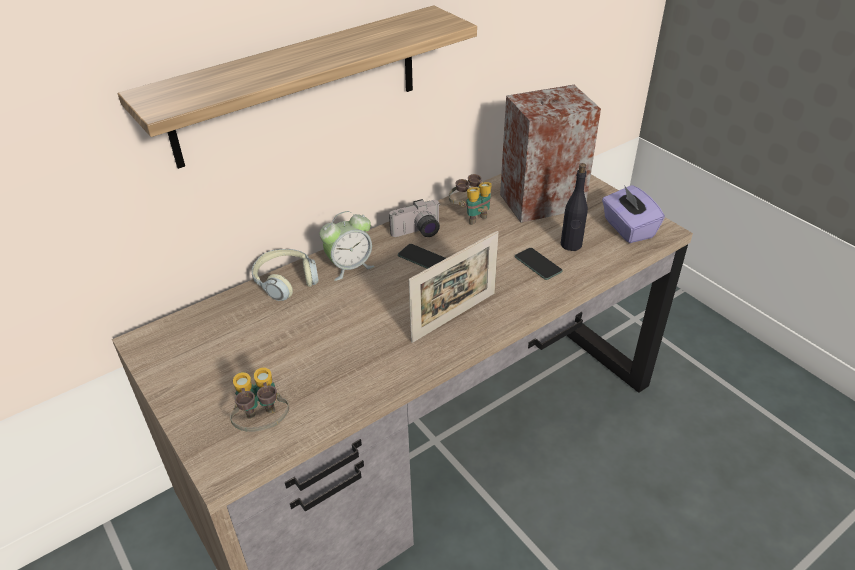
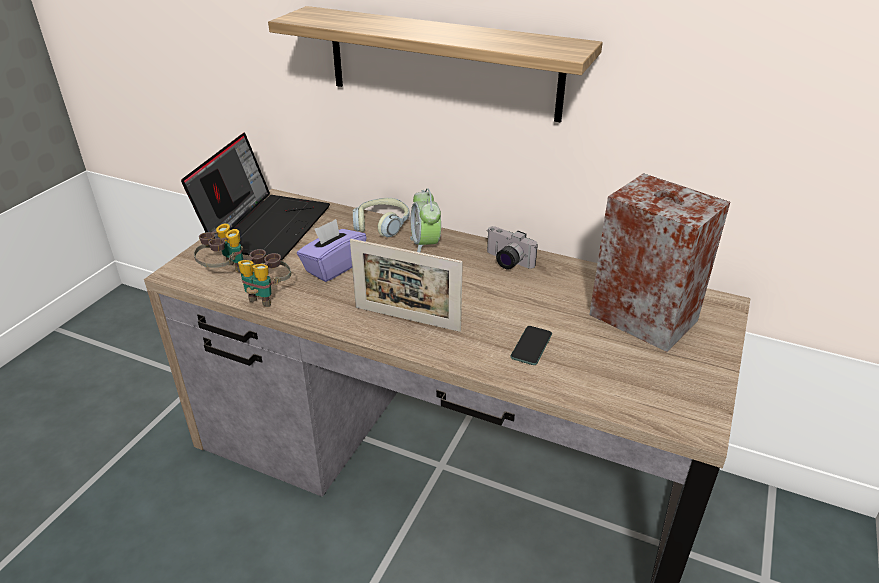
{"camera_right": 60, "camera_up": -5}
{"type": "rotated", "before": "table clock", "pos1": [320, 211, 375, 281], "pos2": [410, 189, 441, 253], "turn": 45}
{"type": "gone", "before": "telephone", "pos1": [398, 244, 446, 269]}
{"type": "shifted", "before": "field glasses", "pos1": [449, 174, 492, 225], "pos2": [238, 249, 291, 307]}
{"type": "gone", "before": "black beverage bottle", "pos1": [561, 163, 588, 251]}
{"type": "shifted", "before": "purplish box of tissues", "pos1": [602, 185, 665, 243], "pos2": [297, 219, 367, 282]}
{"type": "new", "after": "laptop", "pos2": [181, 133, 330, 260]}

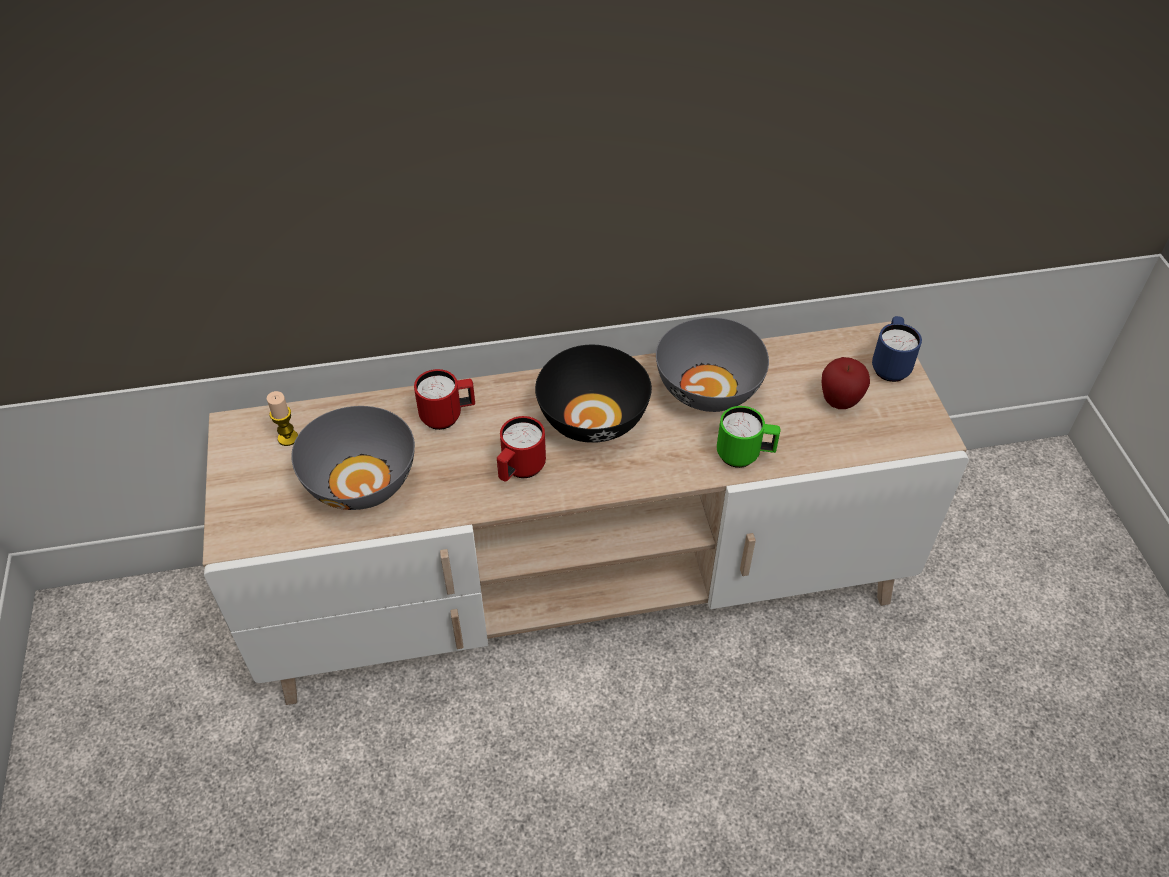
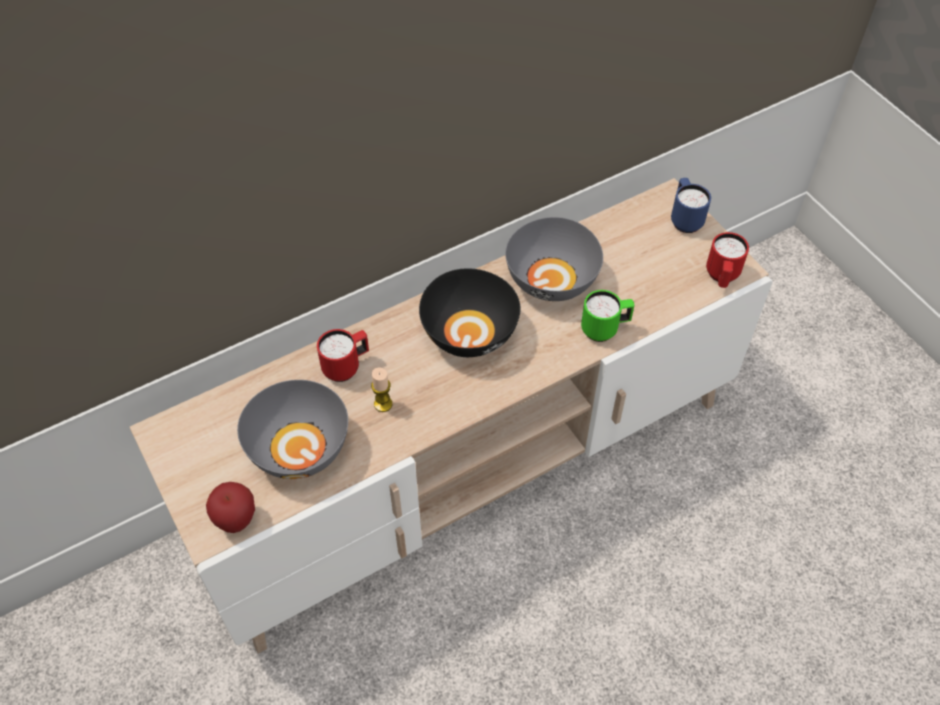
{"camera_right": -20, "camera_up": 5}
{"type": "shifted", "before": "wax light", "pos1": [267, 391, 298, 446], "pos2": [371, 368, 392, 412]}
{"type": "shifted", "before": "red tea mug", "pos1": [497, 416, 546, 481], "pos2": [706, 232, 749, 288]}
{"type": "shifted", "before": "whole apple", "pos1": [822, 357, 870, 409], "pos2": [206, 482, 255, 533]}

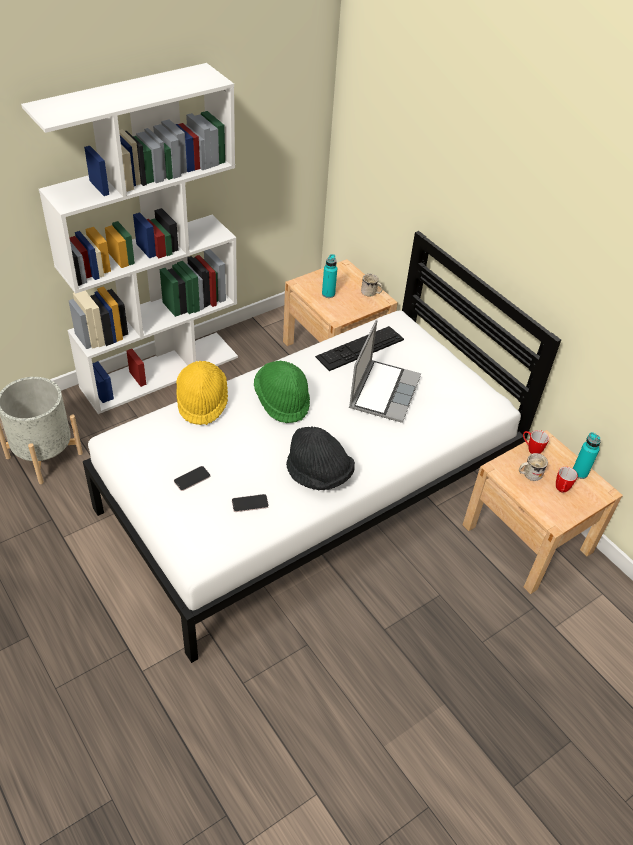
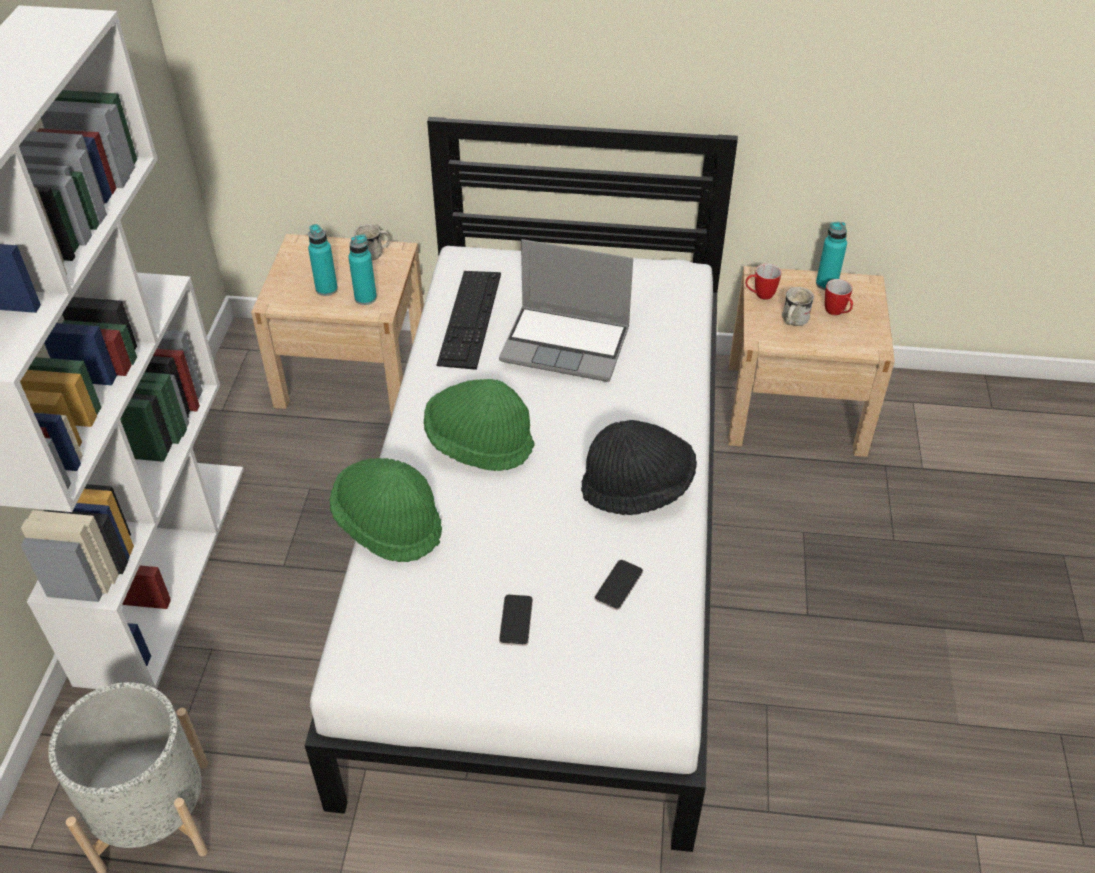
{"camera_right": -45, "camera_up": 0}
{"type": "repainted", "before": "yellow-coloured hat", "after": "greenish hat", "pos1": [176, 361, 228, 425], "pos2": [329, 458, 442, 562]}
{"type": "rotated", "before": "laptop", "pos1": [349, 320, 421, 423], "pos2": [499, 239, 633, 382], "turn": 135}
{"type": "new", "after": "turquoise beverage bottle", "pos2": [348, 235, 377, 305]}

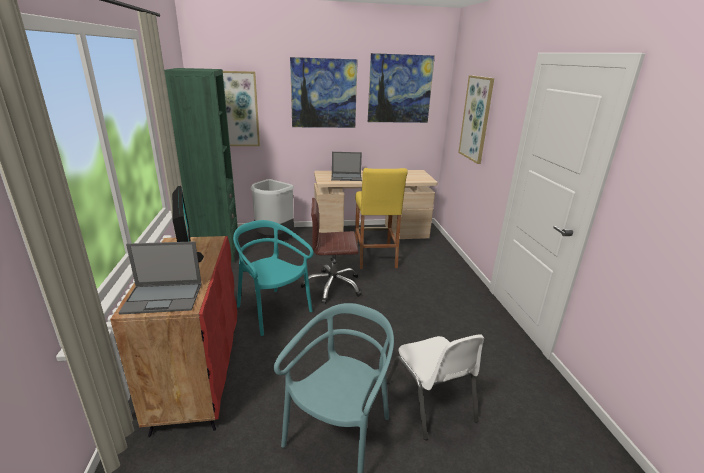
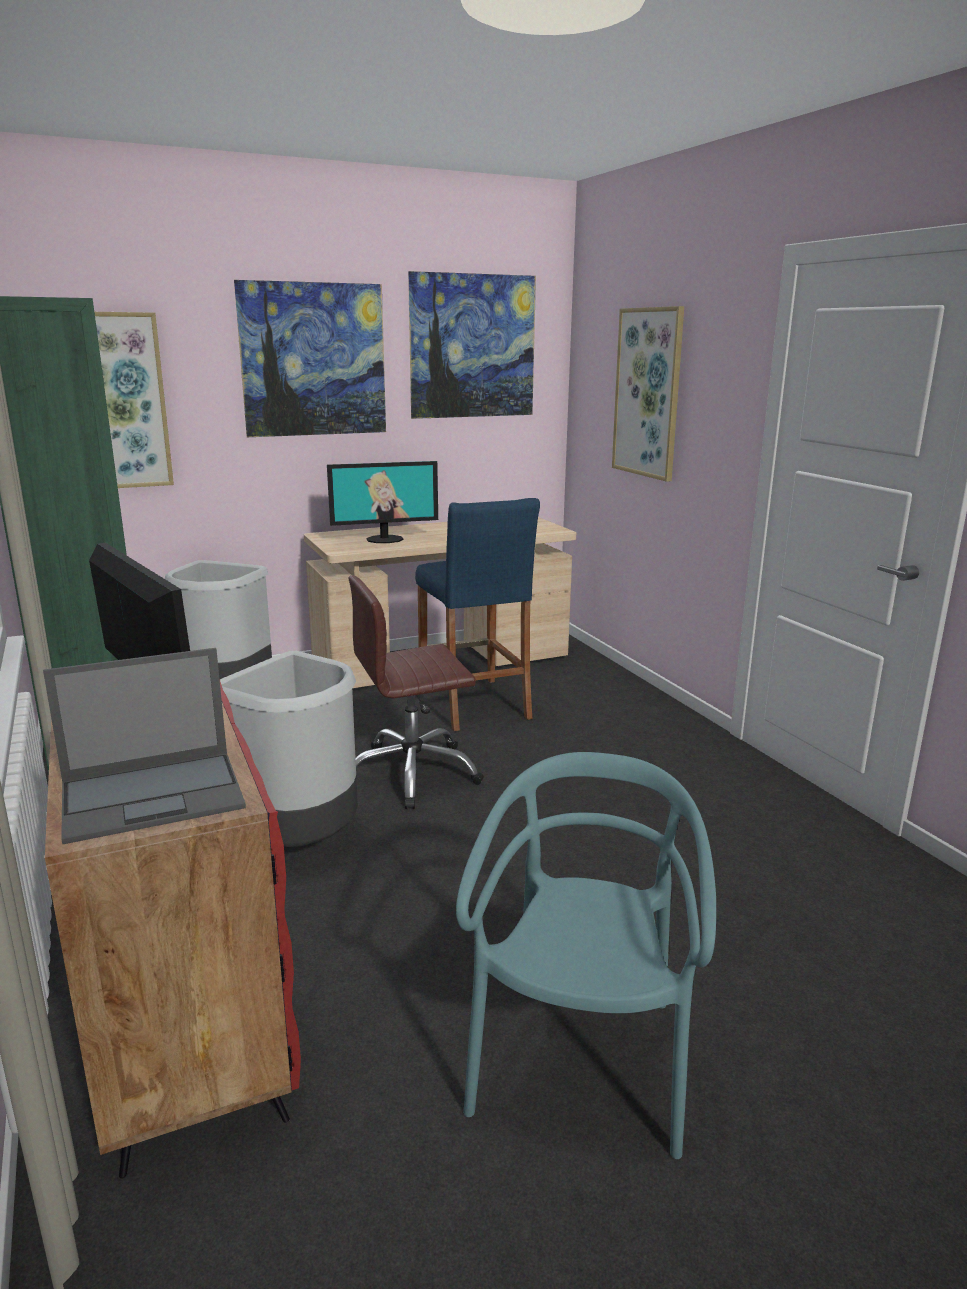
{"camera_right": -15, "camera_up": -5}
{"type": "swapped", "before": "turquoise upright chair", "after": "gray rubbish bin", "pos1": [233, 220, 314, 336], "pos2": [220, 651, 358, 847]}
{"type": "swapped", "before": "laptop", "after": "computer screen", "pos1": [331, 152, 362, 181], "pos2": [327, 461, 438, 543]}
{"type": "repainted", "before": "yellow-coloured stool seat", "after": "blue-coloured stool seat", "pos1": [355, 168, 408, 269], "pos2": [415, 498, 540, 731]}
{"type": "gone", "before": "white-coloured upright chair", "pos1": [386, 334, 484, 440]}

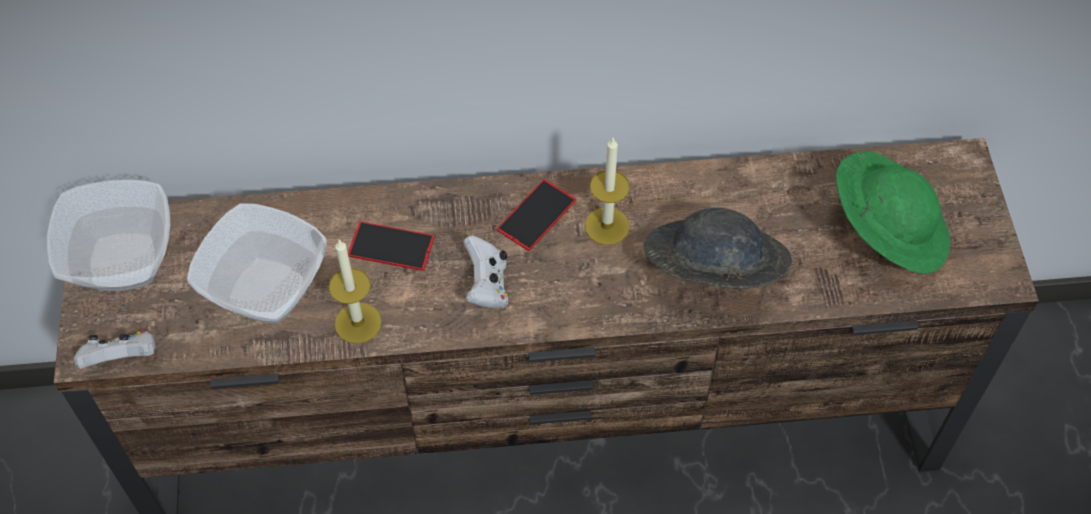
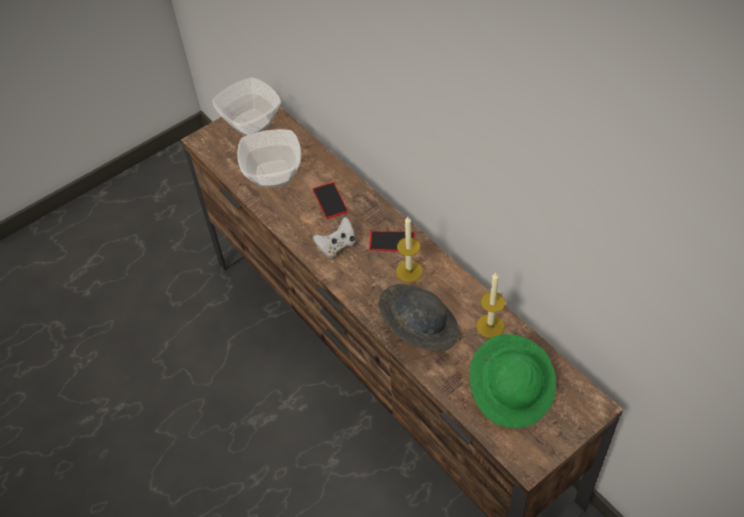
{"camera_right": 60, "camera_up": -5}
{"type": "gone", "before": "white-coloured game controller", "pos1": [74, 330, 155, 369]}
{"type": "shifted", "before": "wax light", "pos1": [329, 239, 382, 344], "pos2": [476, 273, 505, 338]}

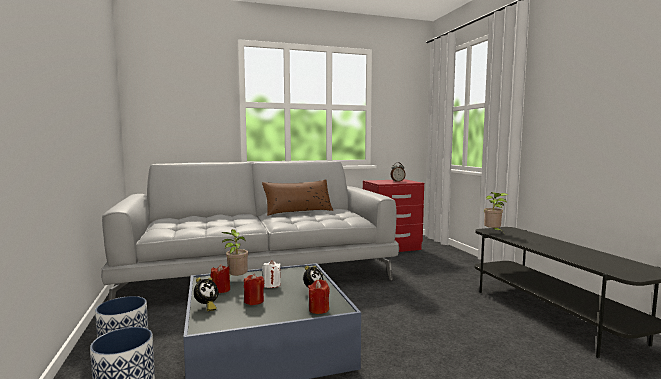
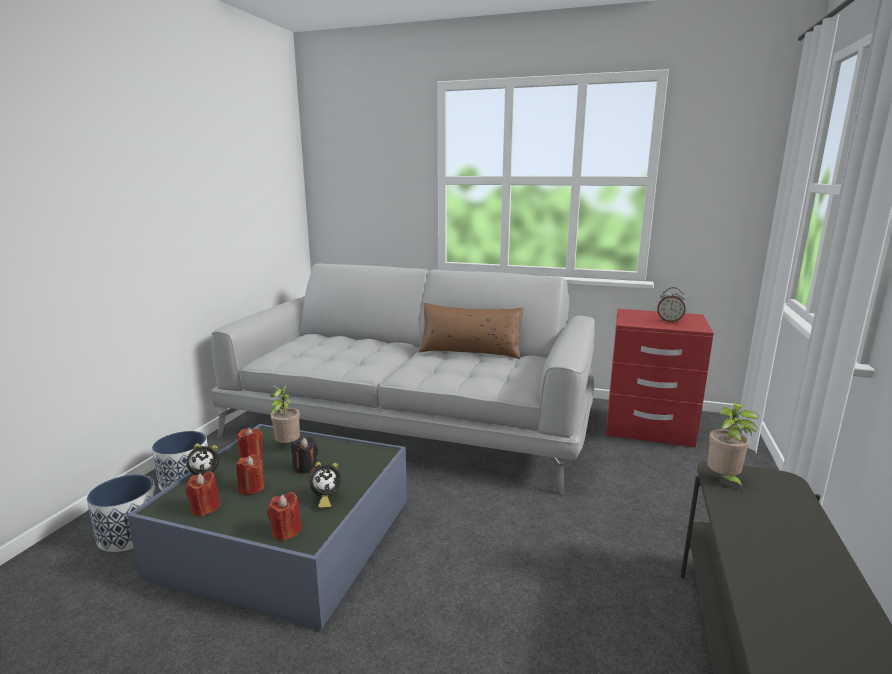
{"camera_right": 35, "camera_up": 10}
{"type": "repainted", "before": "white-coloured wax light", "after": "black wax light", "pos1": [262, 260, 281, 288], "pos2": [291, 437, 318, 474]}
{"type": "new", "after": "red wax light", "pos2": [186, 471, 220, 516]}

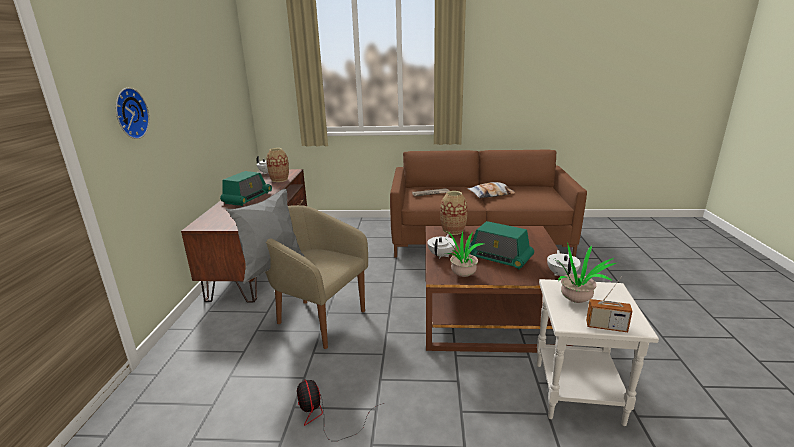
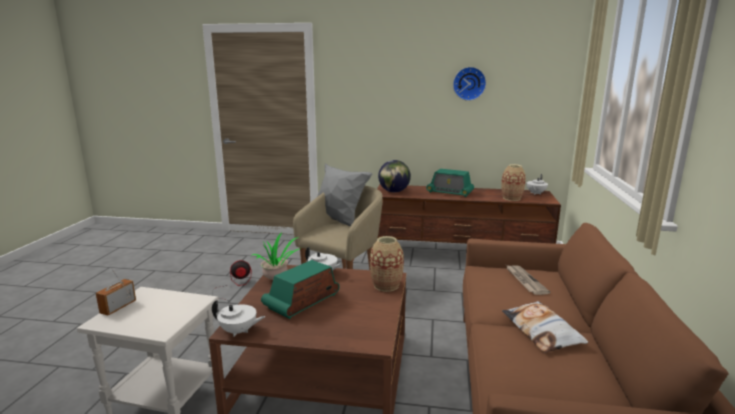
{"camera_right": 95, "camera_up": -5}
{"type": "shifted", "before": "hanging clock", "pos1": [116, 88, 149, 139], "pos2": [453, 67, 486, 101]}
{"type": "gone", "before": "plant in a pot", "pos1": [552, 245, 616, 303]}
{"type": "new", "after": "globe", "pos2": [378, 160, 411, 192]}

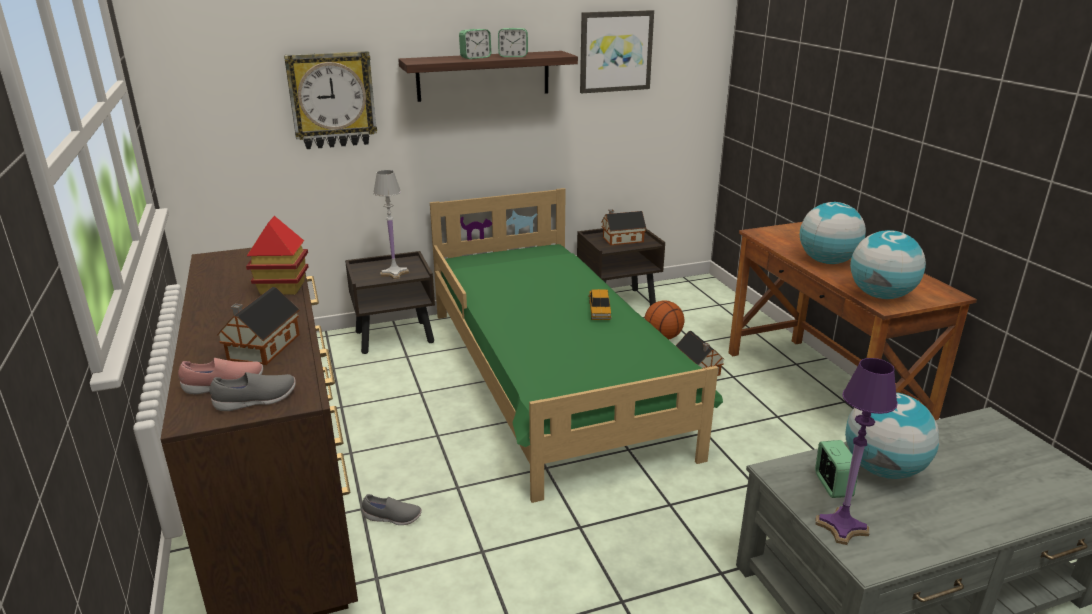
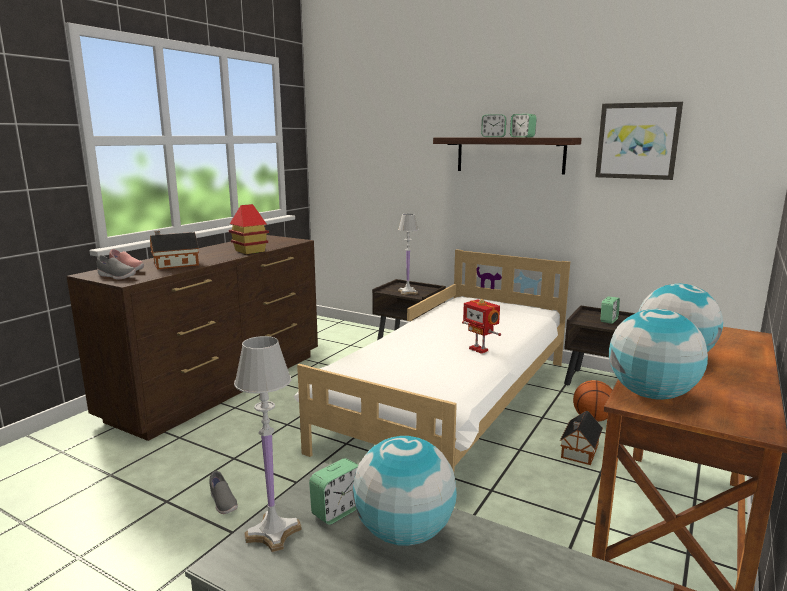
{"camera_right": 50, "camera_up": -10}
{"type": "gone", "before": "hanging clock", "pos1": [284, 51, 377, 149]}
{"type": "shifted", "before": "gray low shoe", "pos1": [362, 494, 422, 525], "pos2": [210, 471, 238, 514]}
{"type": "repainted", "before": "greenish bed", "after": "white-coloured bed", "pos1": [430, 188, 723, 503], "pos2": [293, 249, 570, 472]}
{"type": "swapped", "before": "model car", "after": "robot figure", "pos1": [589, 289, 611, 320], "pos2": [462, 299, 501, 354]}
{"type": "swapped", "before": "miniature house", "after": "table clock", "pos1": [601, 209, 646, 245], "pos2": [601, 296, 620, 324]}
{"type": "repainted", "before": "purplish table lamp", "after": "white-coloured table lamp", "pos1": [815, 358, 898, 545], "pos2": [234, 336, 302, 552]}

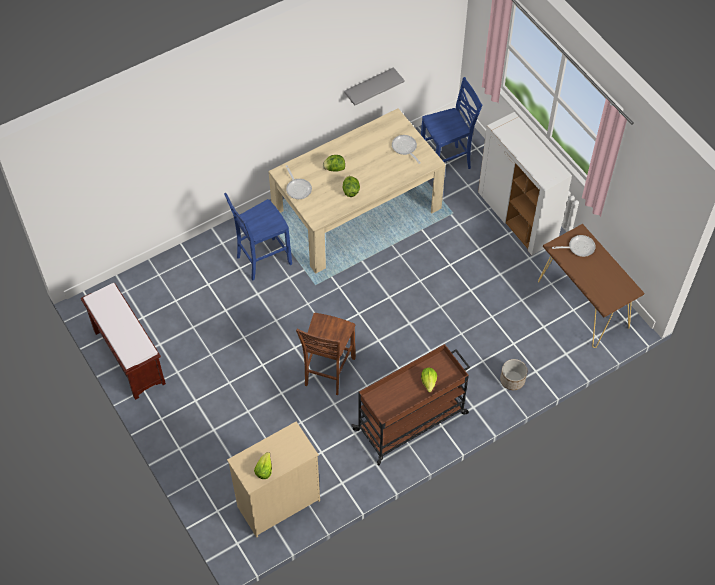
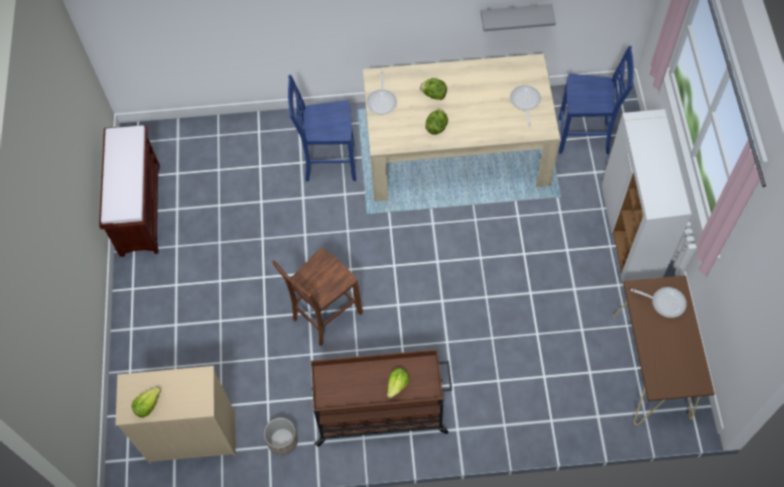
{"camera_right": 30, "camera_up": 5}
{"type": "shifted", "before": "flower pot", "pos1": [500, 359, 527, 390], "pos2": [264, 418, 298, 455]}

